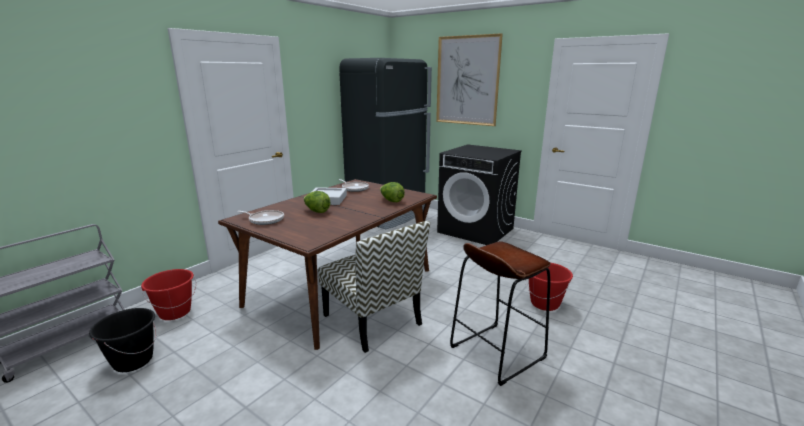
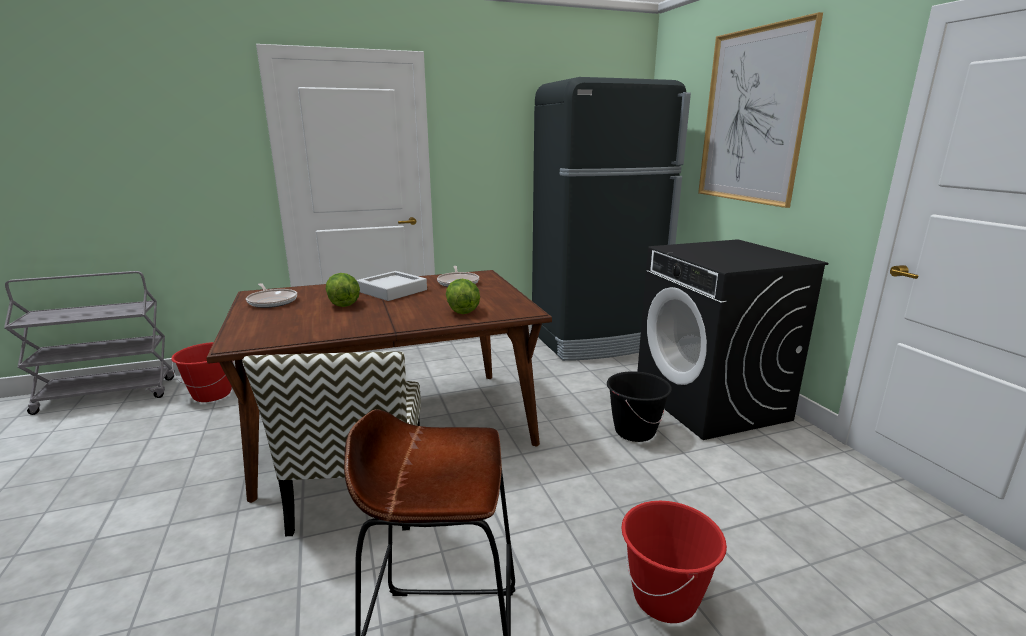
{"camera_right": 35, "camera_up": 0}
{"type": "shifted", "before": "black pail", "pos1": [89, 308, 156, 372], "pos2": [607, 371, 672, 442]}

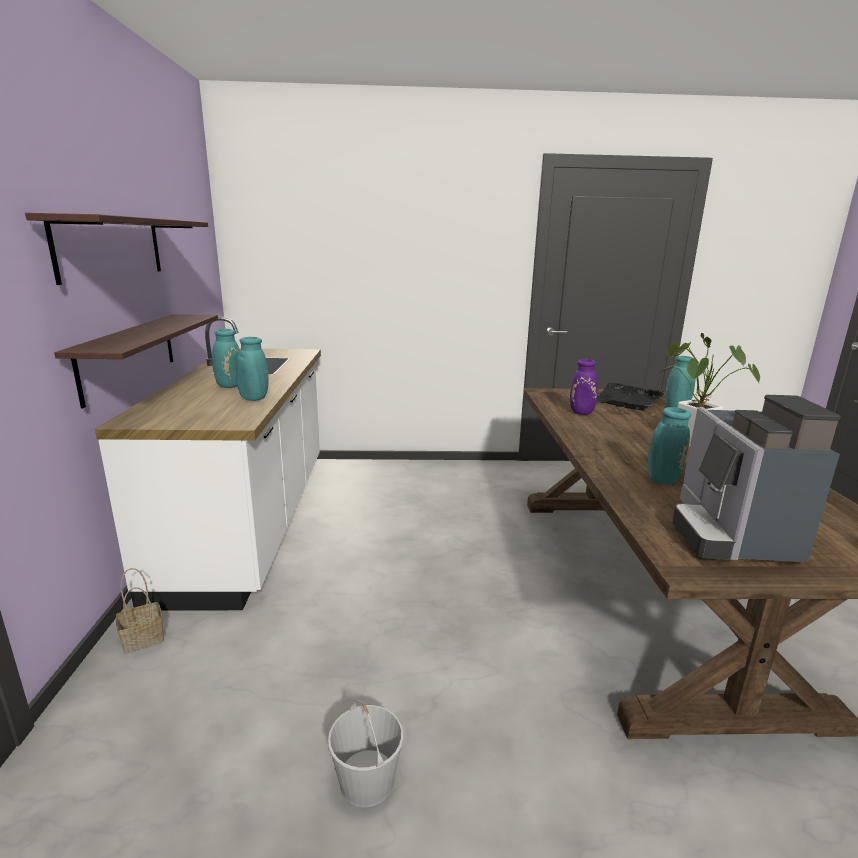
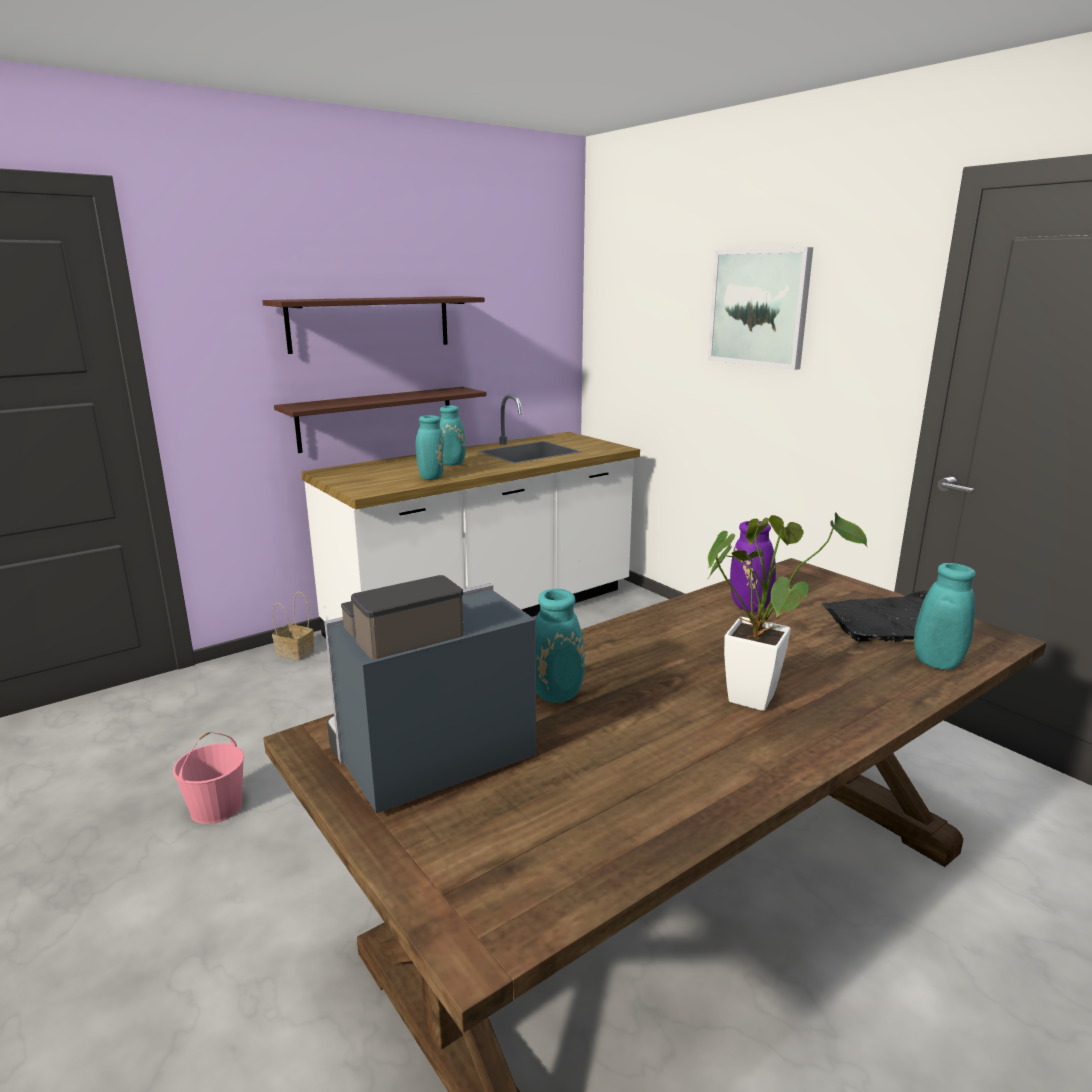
{"camera_right": 55, "camera_up": 0}
{"type": "repainted", "before": "white-coloured pail", "after": "pink pail", "pos1": [328, 700, 404, 807], "pos2": [173, 732, 244, 824]}
{"type": "new", "after": "wall picture", "pos2": [708, 247, 813, 370]}

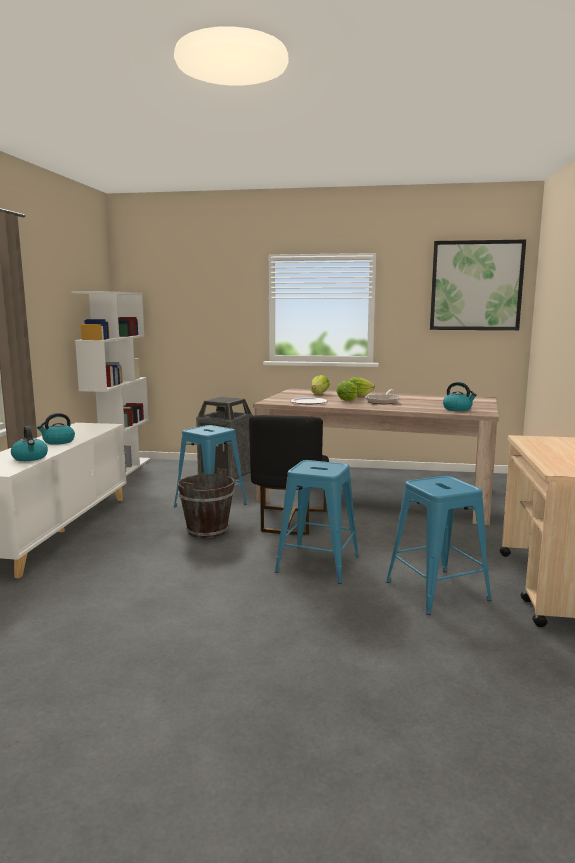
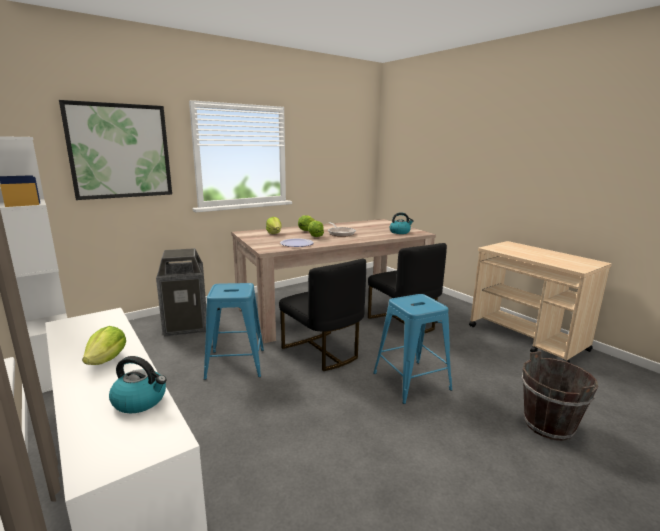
{"camera_right": -45, "camera_up": 5}
{"type": "swapped", "before": "kettle", "after": "head of lettuce", "pos1": [37, 413, 75, 445], "pos2": [82, 326, 126, 365]}
{"type": "shifted", "before": "brown-coloured pail", "pos1": [177, 468, 235, 538], "pos2": [522, 351, 598, 441]}
{"type": "gone", "before": "blue-coloured stool seat", "pos1": [386, 476, 491, 615]}
{"type": "shifted", "before": "wall picture", "pos1": [430, 240, 526, 330], "pos2": [59, 100, 172, 200]}
{"type": "new", "after": "black upright chair", "pos2": [368, 243, 447, 334]}

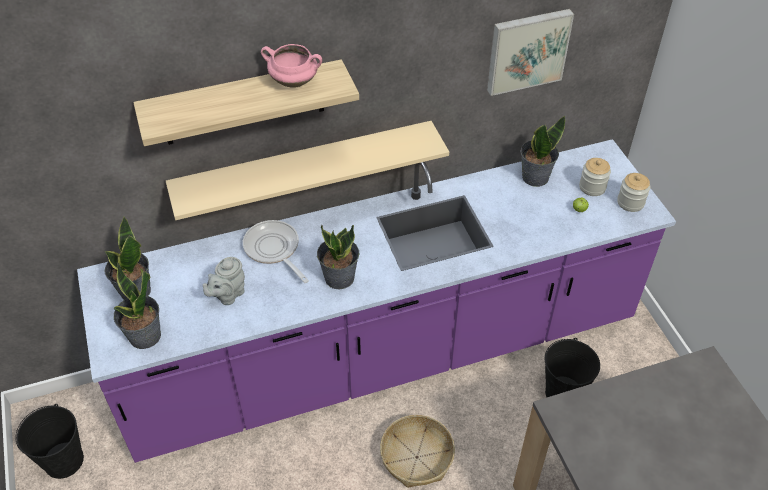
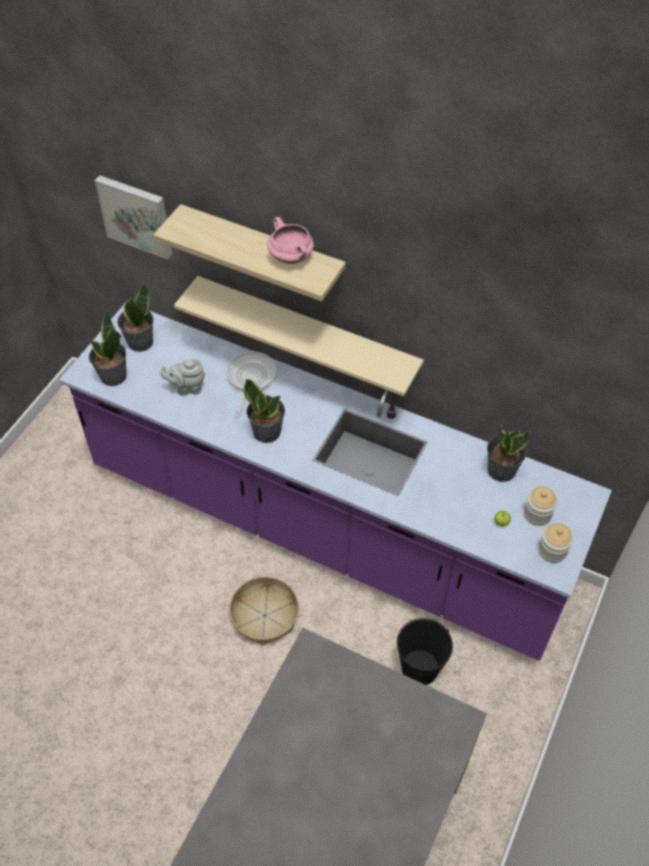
{"camera_right": 45, "camera_up": 5}
{"type": "gone", "before": "black pail", "pos1": [15, 404, 84, 479]}
{"type": "shifted", "before": "wall picture", "pos1": [487, 9, 574, 96], "pos2": [94, 175, 173, 259]}

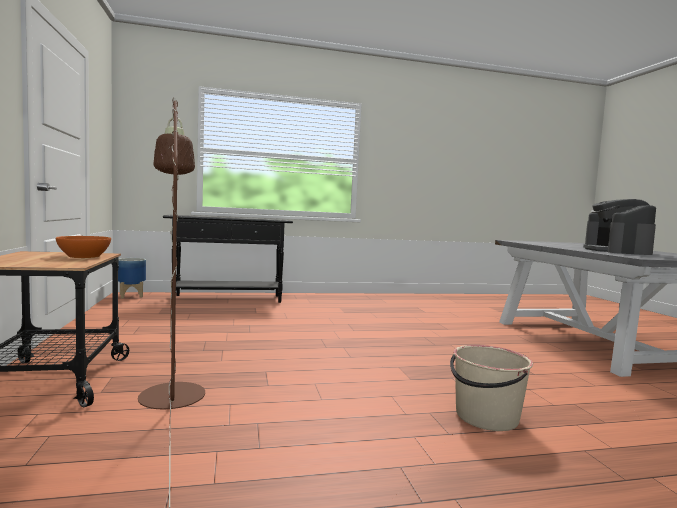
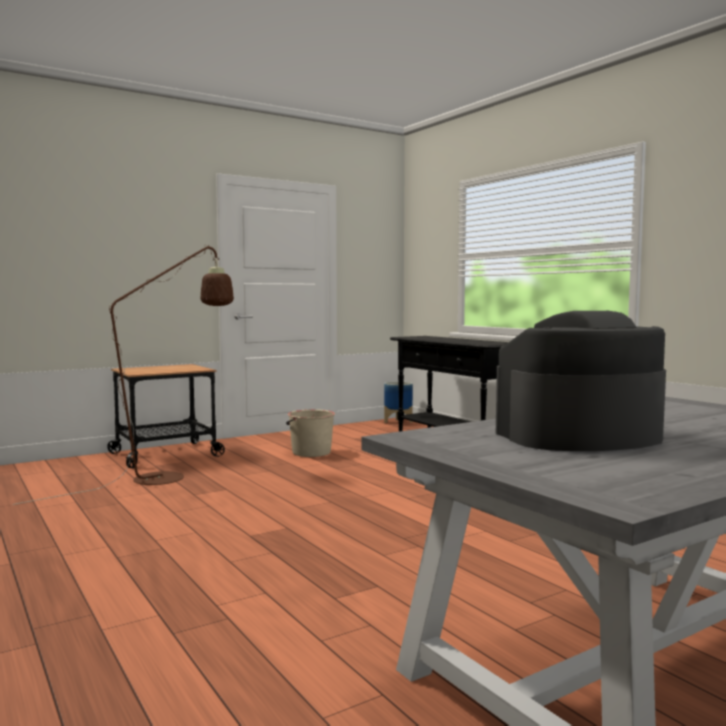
{"camera_right": 70, "camera_up": 0}
{"type": "gone", "before": "orangey deep dish", "pos1": [56, 236, 111, 258]}
{"type": "shifted", "before": "beige pail", "pos1": [450, 345, 533, 431], "pos2": [286, 409, 335, 457]}

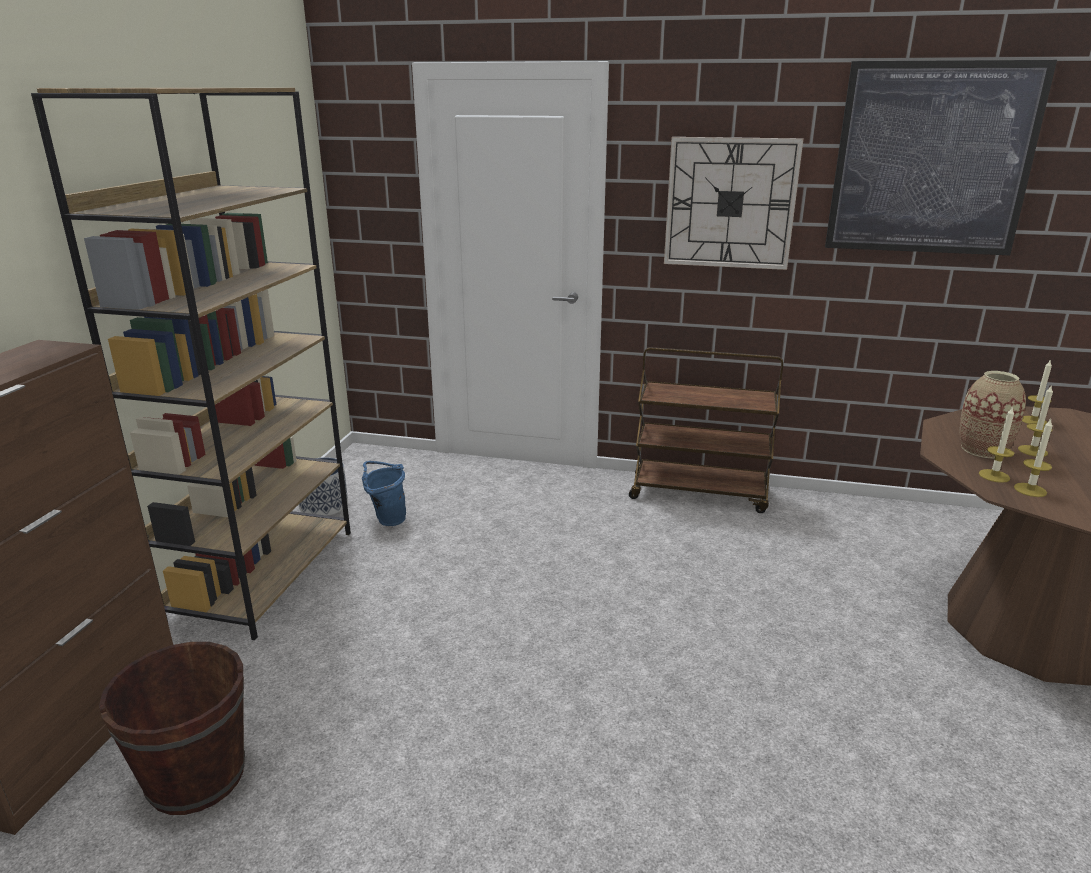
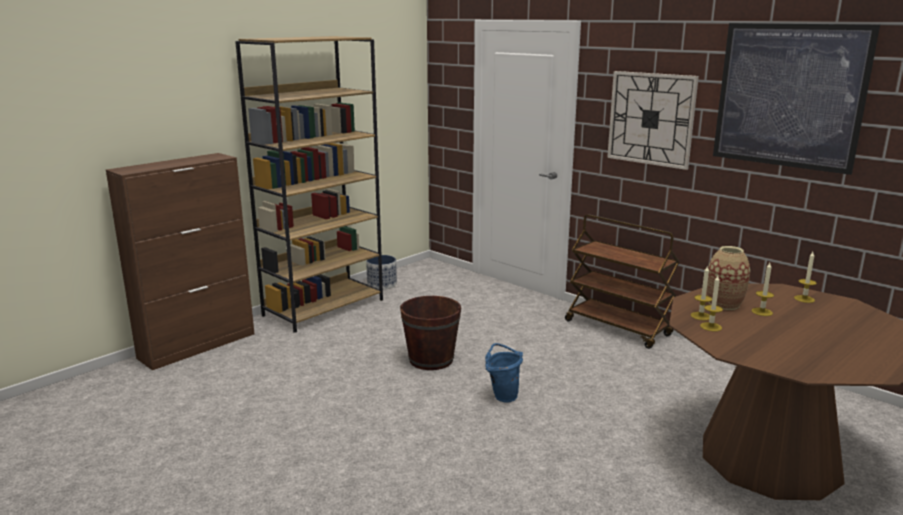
{"camera_right": 30, "camera_up": -5}
{"type": "shifted", "before": "brown-coloured pail", "pos1": [99, 642, 245, 815], "pos2": [400, 296, 461, 370]}
{"type": "shifted", "before": "blue-coloured pail", "pos1": [362, 461, 406, 526], "pos2": [485, 343, 523, 402]}

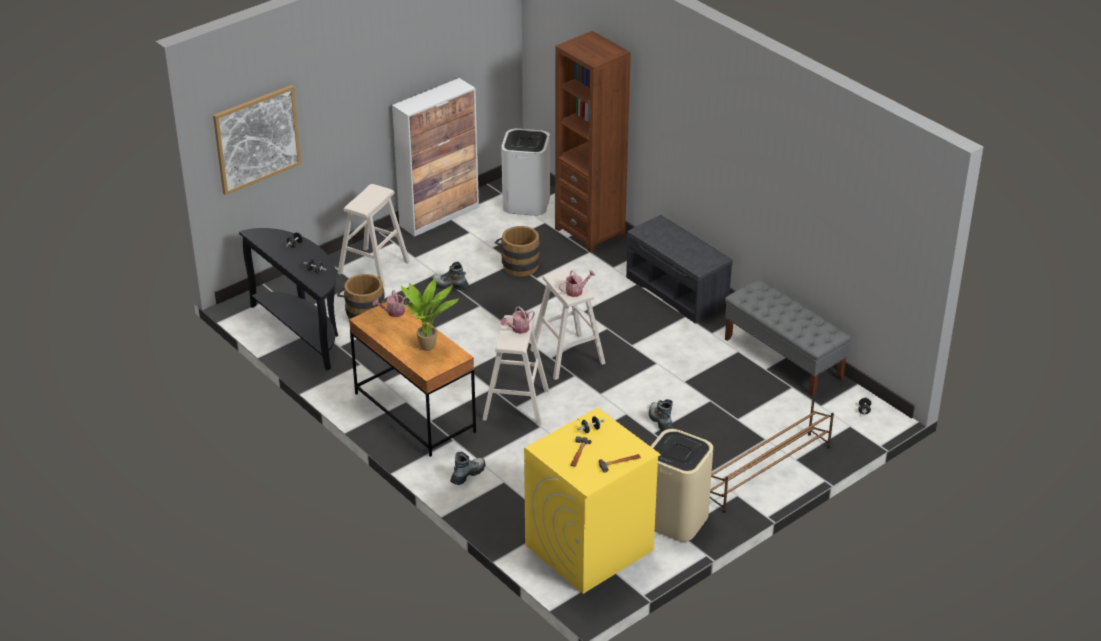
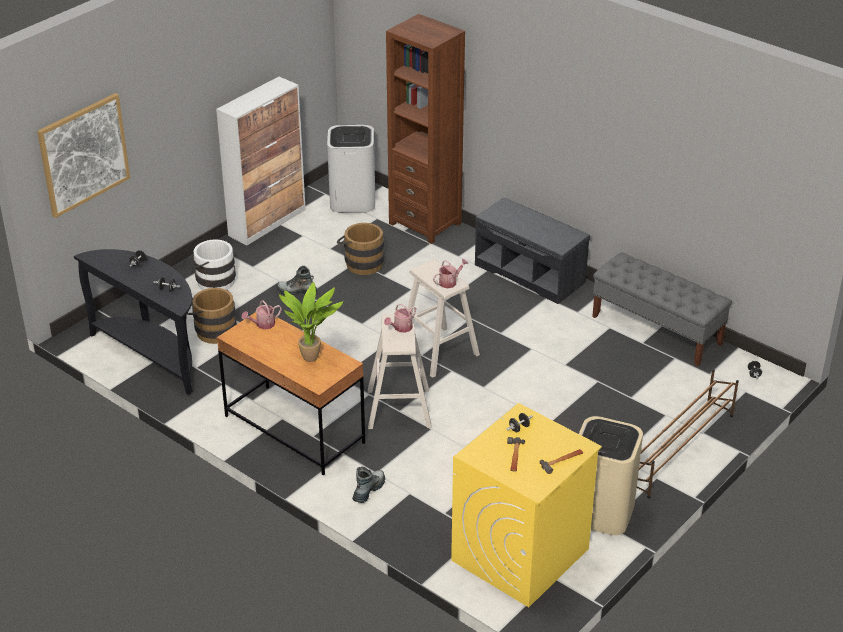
{"camera_right": -10, "camera_up": 0}
{"type": "swapped", "before": "beige stool seat", "after": "white-coloured pail", "pos1": [337, 184, 410, 288], "pos2": [186, 239, 236, 290]}
{"type": "gone", "before": "high-top boot", "pos1": [649, 399, 673, 431]}

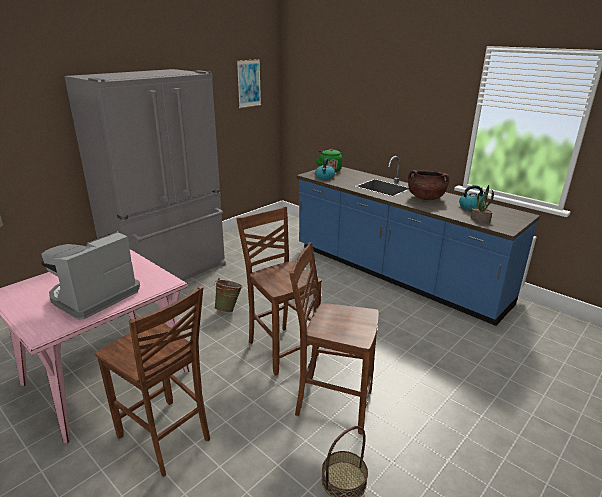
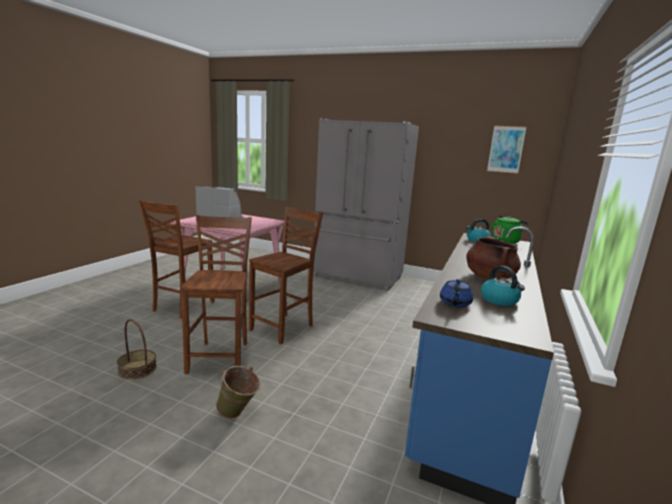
{"camera_right": 70, "camera_up": -10}
{"type": "shifted", "before": "greenish pail", "pos1": [214, 278, 243, 312], "pos2": [216, 366, 261, 418]}
{"type": "swapped", "before": "plant in a pot", "after": "blue-coloured pot for tea", "pos1": [471, 185, 494, 222], "pos2": [440, 279, 473, 307]}

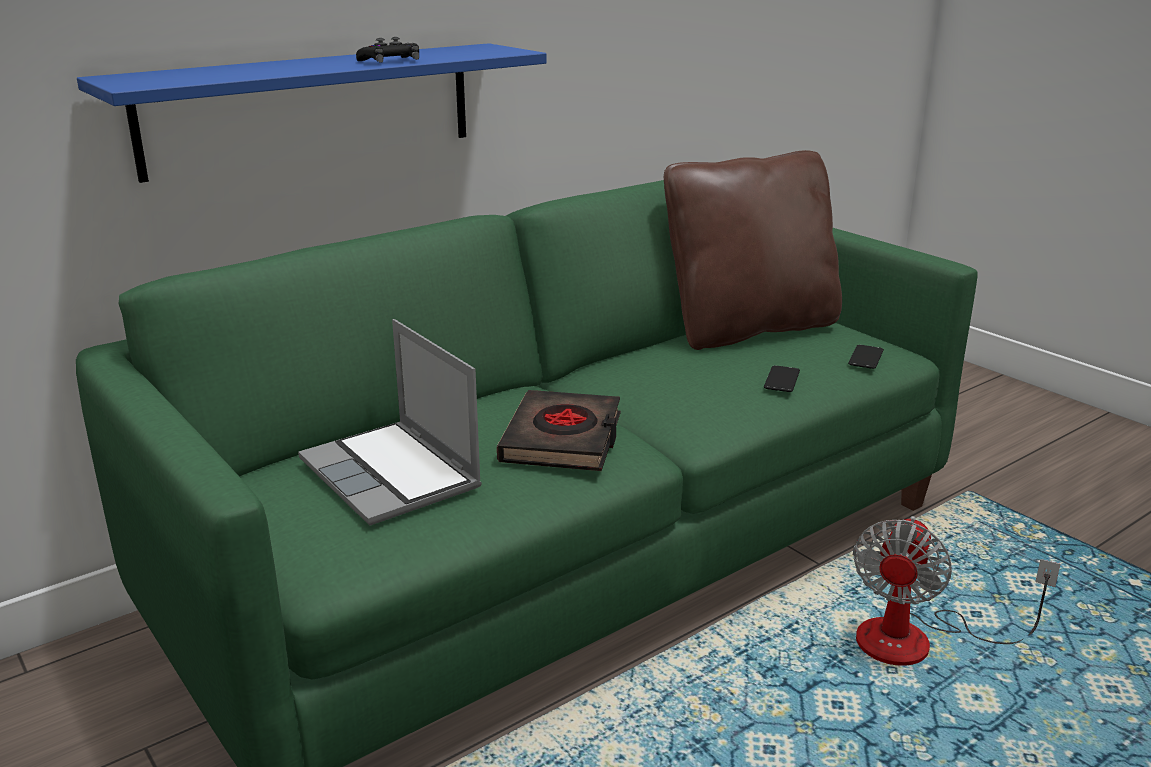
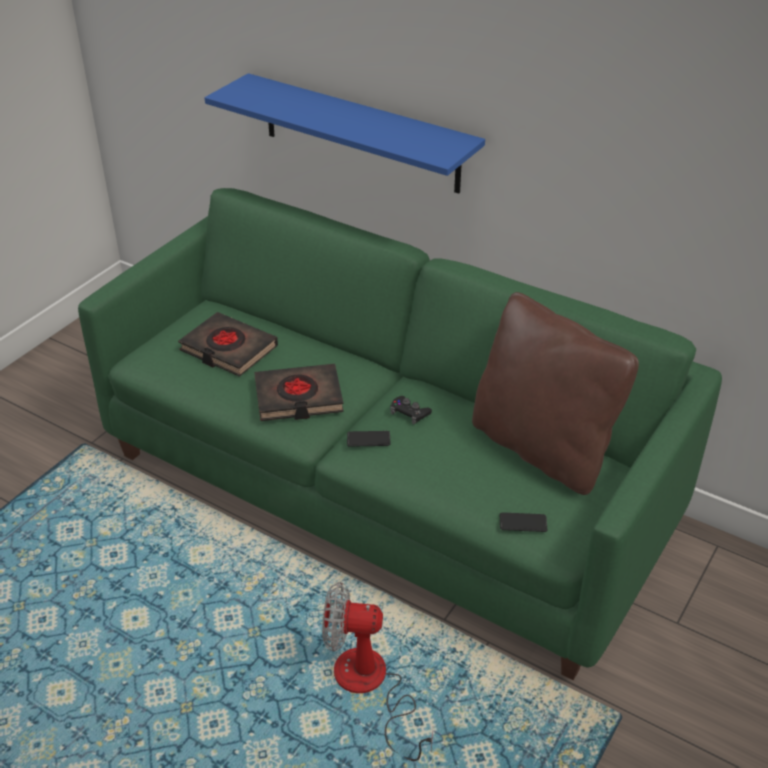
{"camera_right": 70, "camera_up": 15}
{"type": "swapped", "before": "laptop", "after": "black book", "pos1": [298, 319, 482, 526], "pos2": [178, 312, 278, 377]}
{"type": "shifted", "before": "black game controller", "pos1": [356, 37, 419, 63], "pos2": [390, 396, 432, 424]}
{"type": "shifted", "before": "telephone", "pos1": [764, 366, 800, 392], "pos2": [347, 431, 390, 447]}

